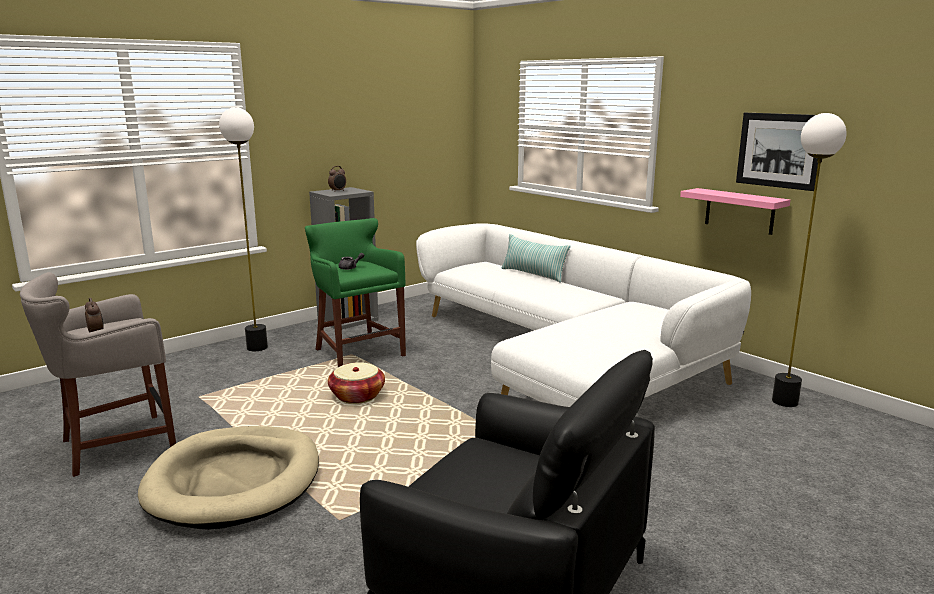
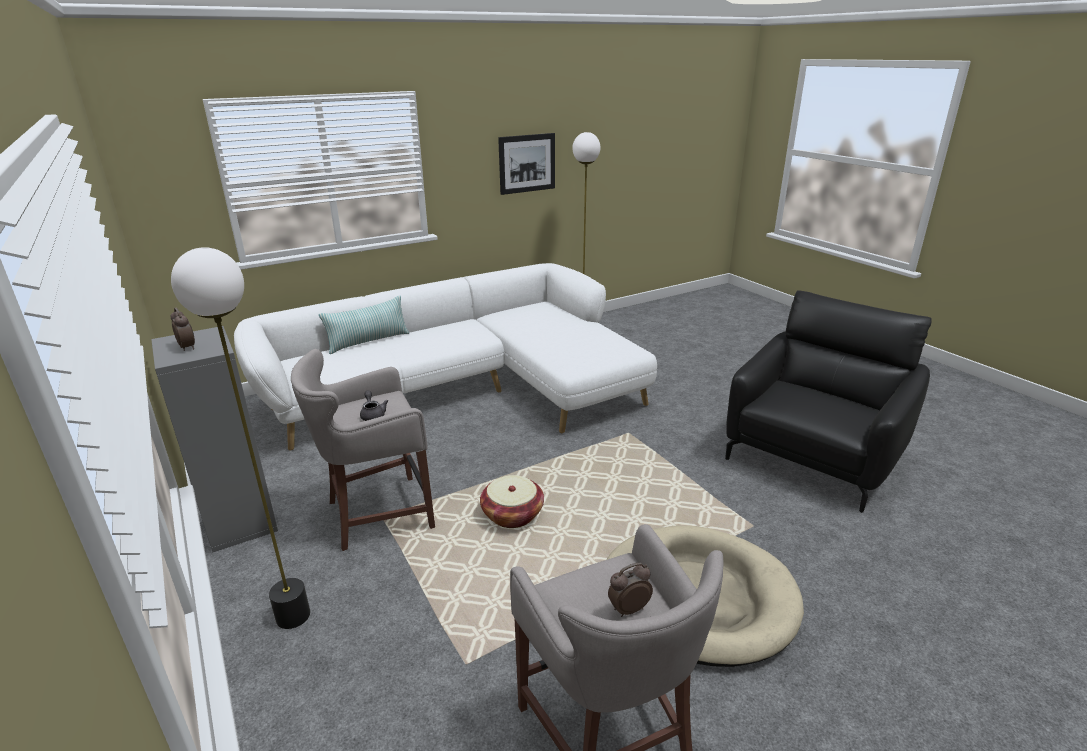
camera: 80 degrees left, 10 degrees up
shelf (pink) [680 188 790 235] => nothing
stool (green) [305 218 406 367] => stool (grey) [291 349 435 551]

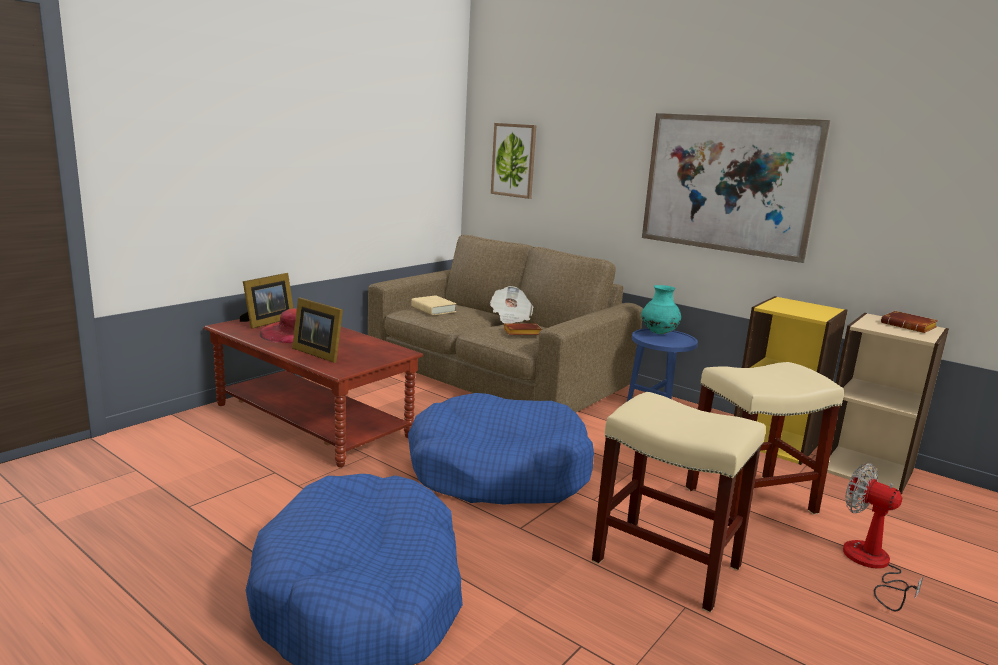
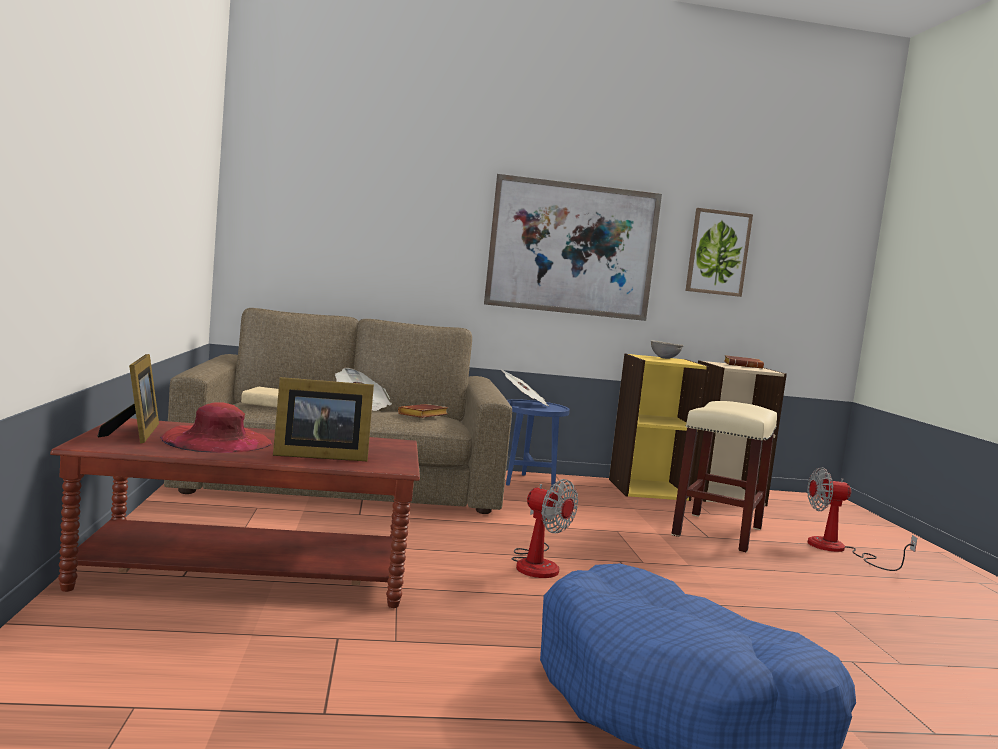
camera: 45 degrees left, 10 degrees down
stool (beige) [592 392 766 613] => nothing
nothing => bowl (grey) [651 340 684 359]
picture [491 123 536 199] => picture [685 208 753 297], moved
dog bed (blue) [408 393 594 505] => fan [512 479 578 578]
vase (turquoise) [641 285 681 334] => newspaper [502 370 548 406]

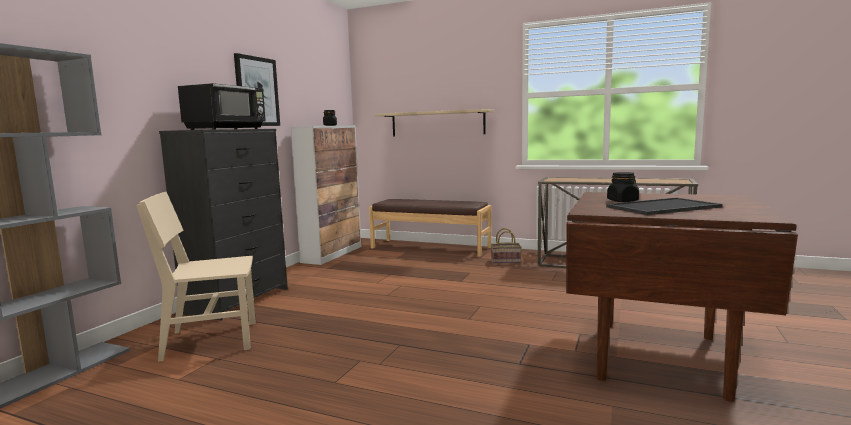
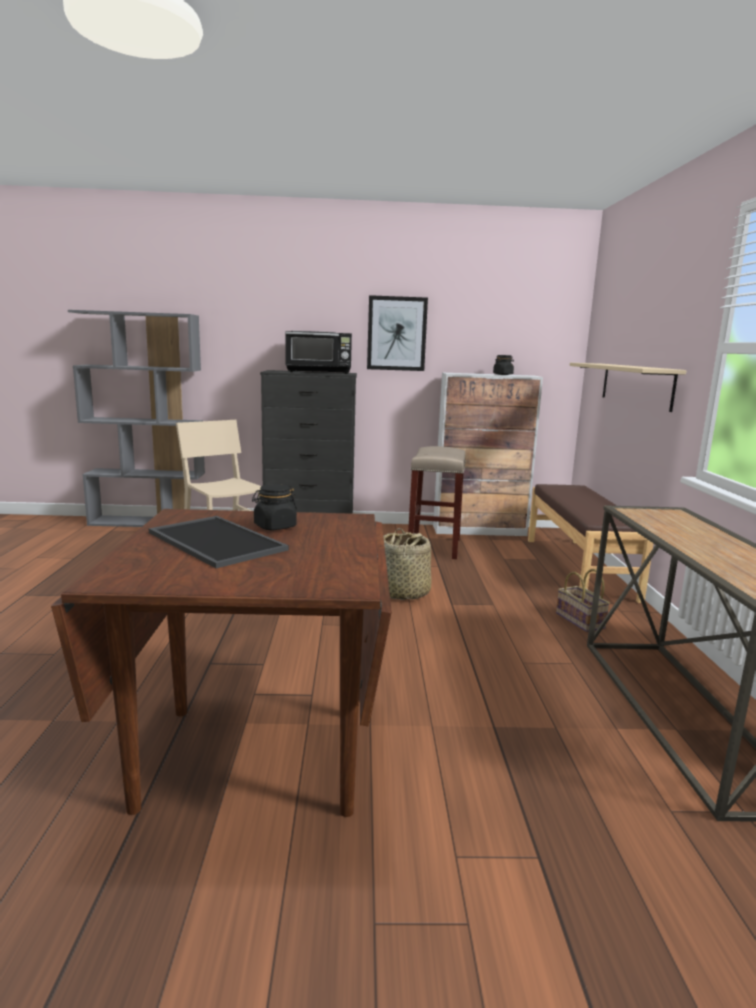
camera: 65 degrees right, 5 degrees up
nothing => basket [383 528 432 600]
nothing => stool (beige) [408 446 466 559]

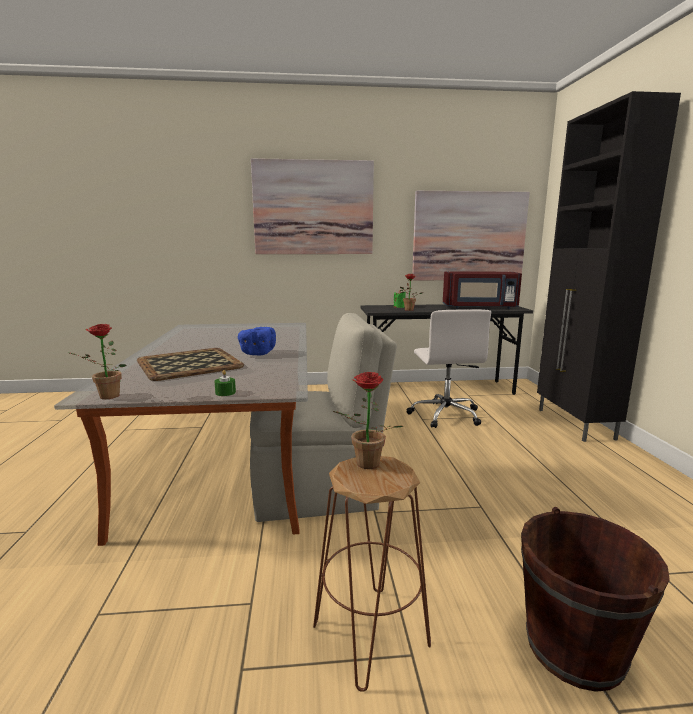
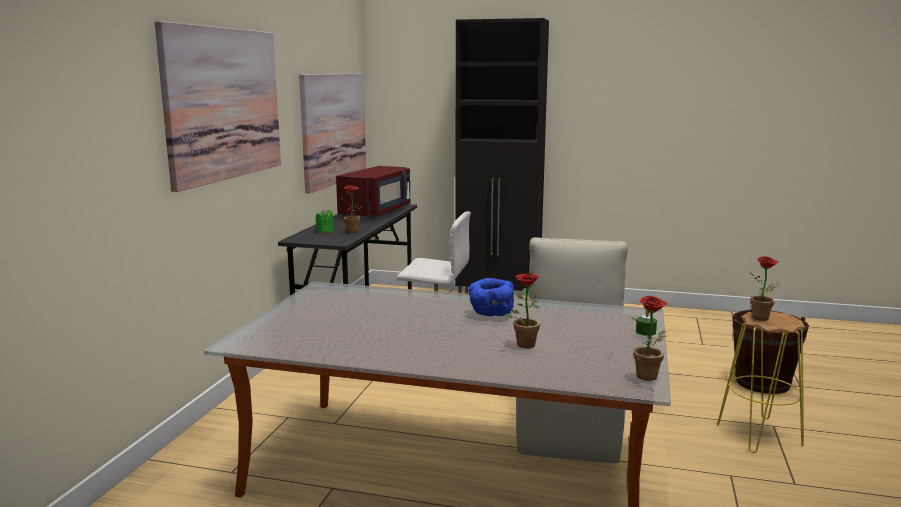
camera: 70 degrees left, 0 degrees up
tray [137 348 244 381] => potted plant [505 273 543 348]
stool (brown) [313 456 431 692] => stool (yellow) [717 311 805 453]

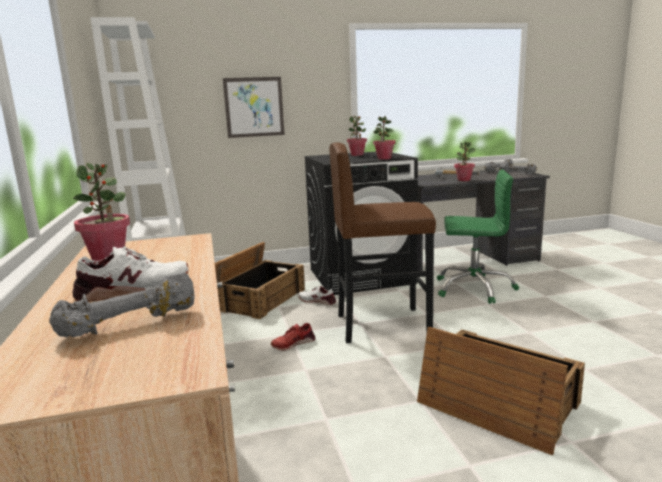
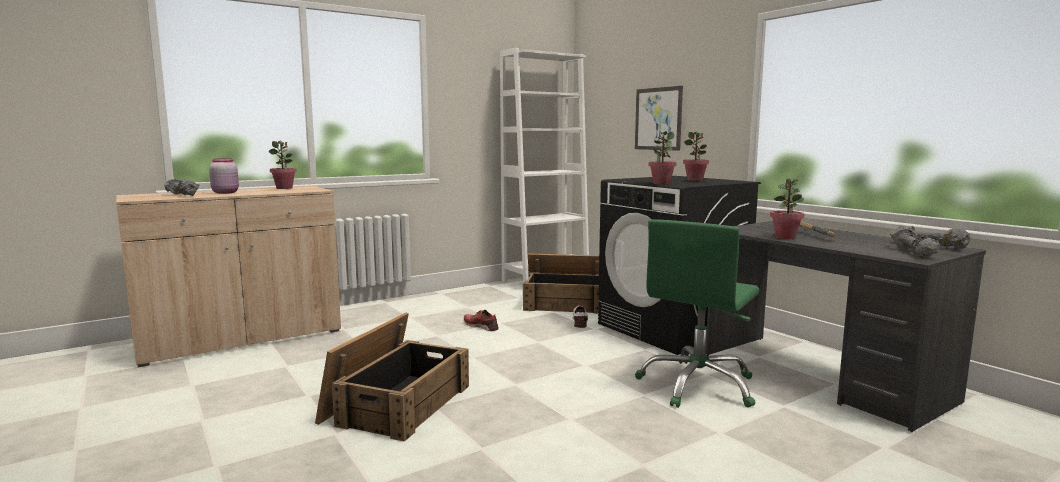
camera: 70 degrees right, 5 degrees down
stool (brown) [329 142 436 343] => nothing
shoe (white) [73 246 189 302] => jar (pink) [209 158 239 194]
office chair (green) [437 169 519 304] => office chair (green) [635 219 759 408], 45 degrees clockwise

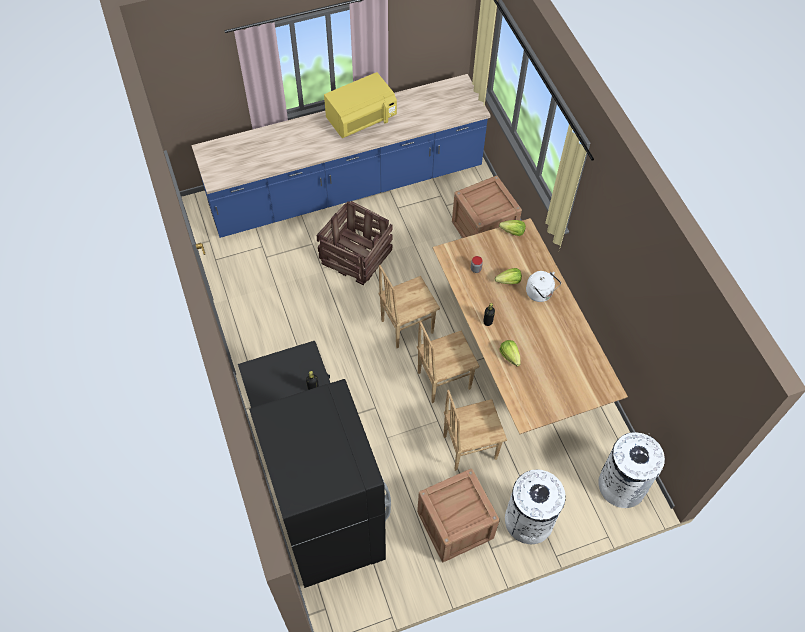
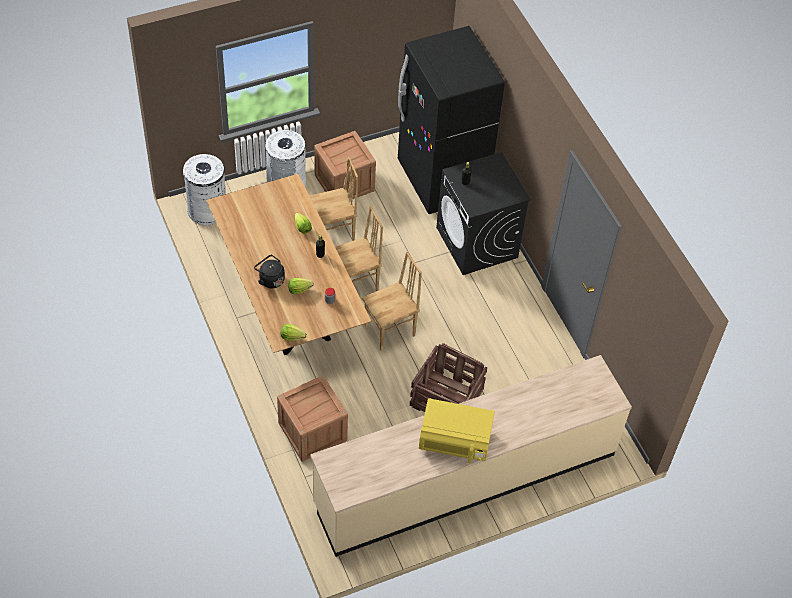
camera: 175 degrees right, 5 degrees down
counter (blue) [192 74 491 238] => counter (beige) [310 355 632 557]
kettle (white) [526 271 561 302] => kettle (black) [254 255 285 288]
microwave (yellow) [324 72 397 138] => microwave (yellow) [419 398 495 463], 135 degrees counterclockwise

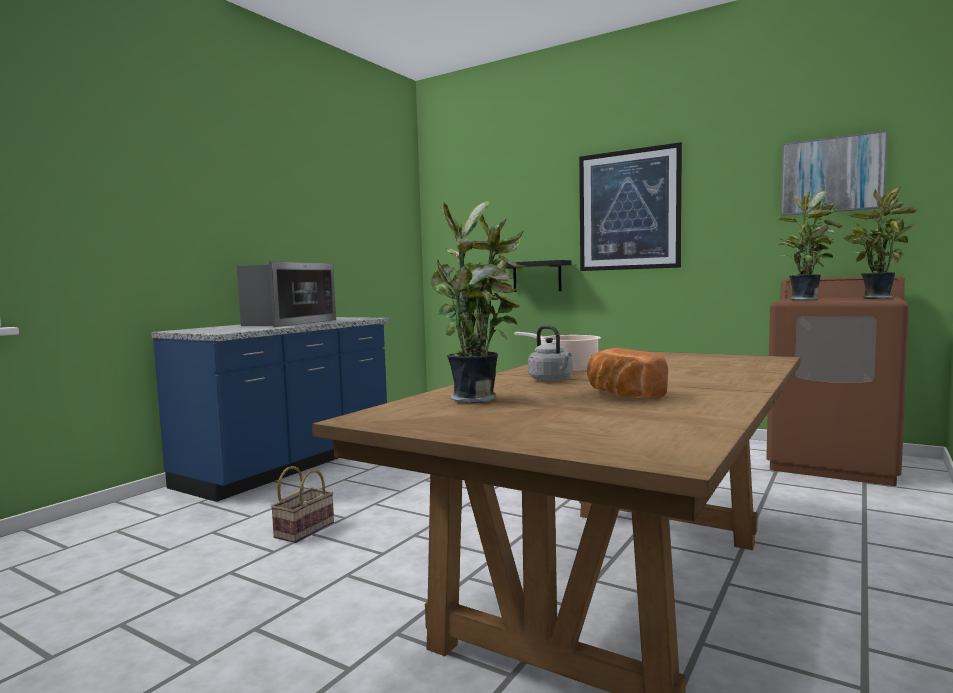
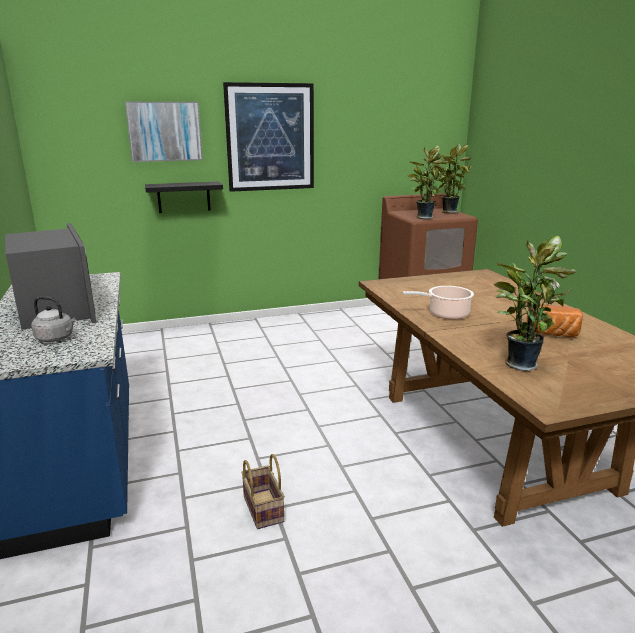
camera: 50 degrees left, 15 degrees up
kettle (grey) [528 325 572 382] => kettle (grey) [31 296 76 342], moved
picture [781 130 888 216] => picture [125 102 203 162], moved

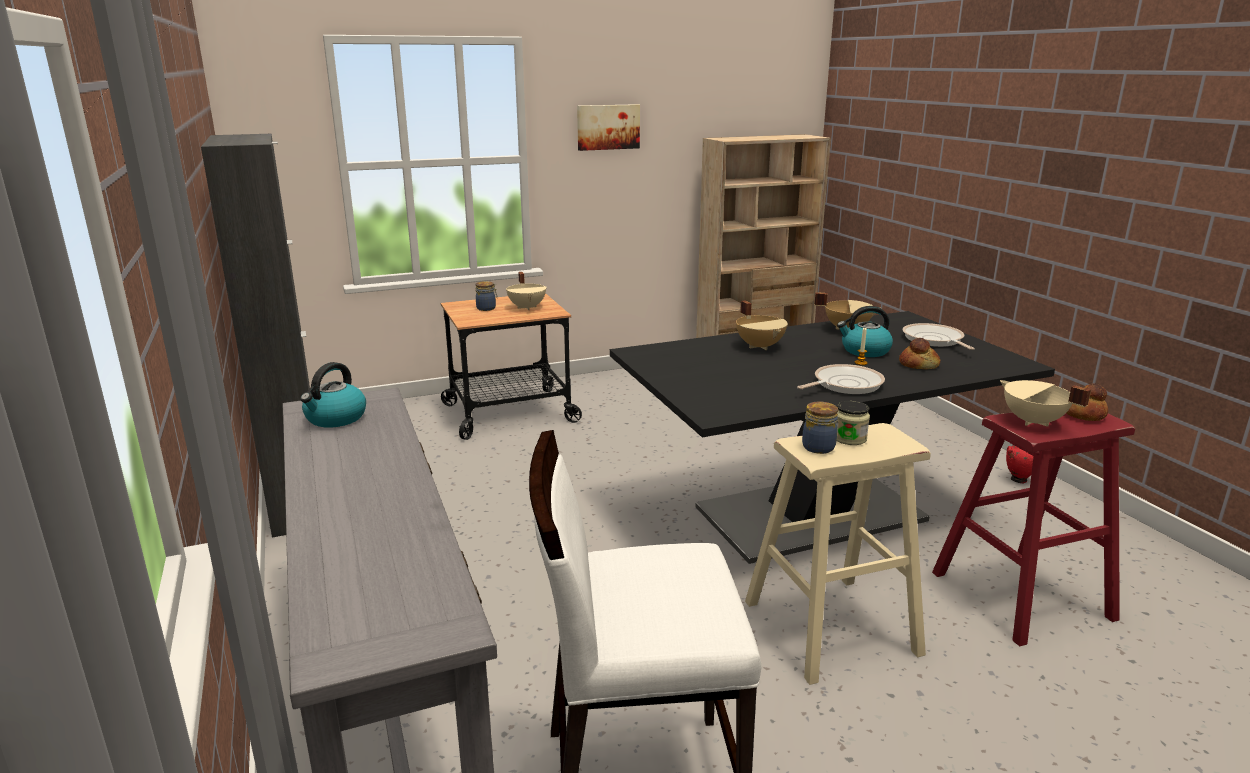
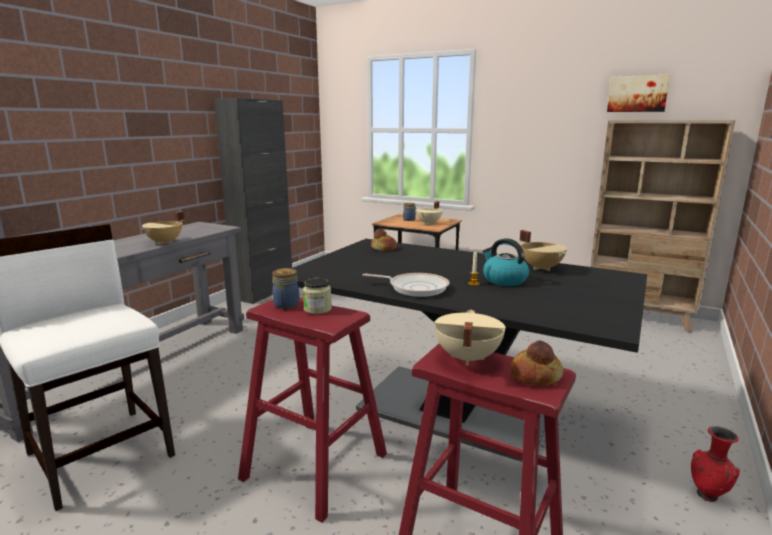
camera: 50 degrees right, 5 degrees down
kettle [300 362 366 428] => nothing
frying pan [902 323 975 350] => nothing
picture [577 104 640 151] => picture [607 74 670 112], moved
cooking pot (beige) [736 301 788 350] => cooking pot (beige) [142 211 185 244], moved
bread [899 338 940 369] => bread [371 228 397 251], moved
stool (beige) [745 423 931 685] => stool (red) [238 297 387 522]

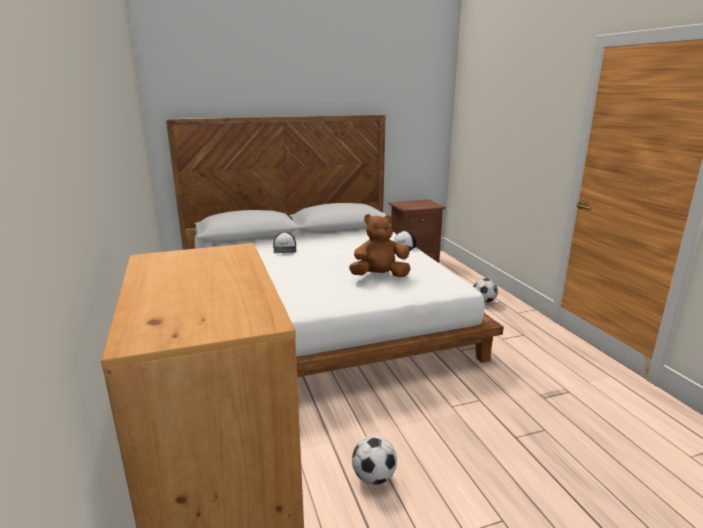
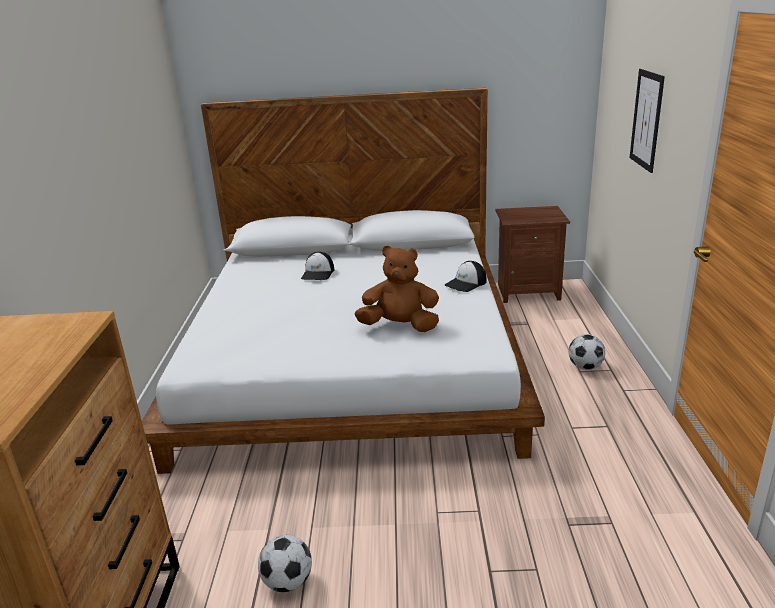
camera: 20 degrees right, 5 degrees up
nothing => picture [629 69 665 173]

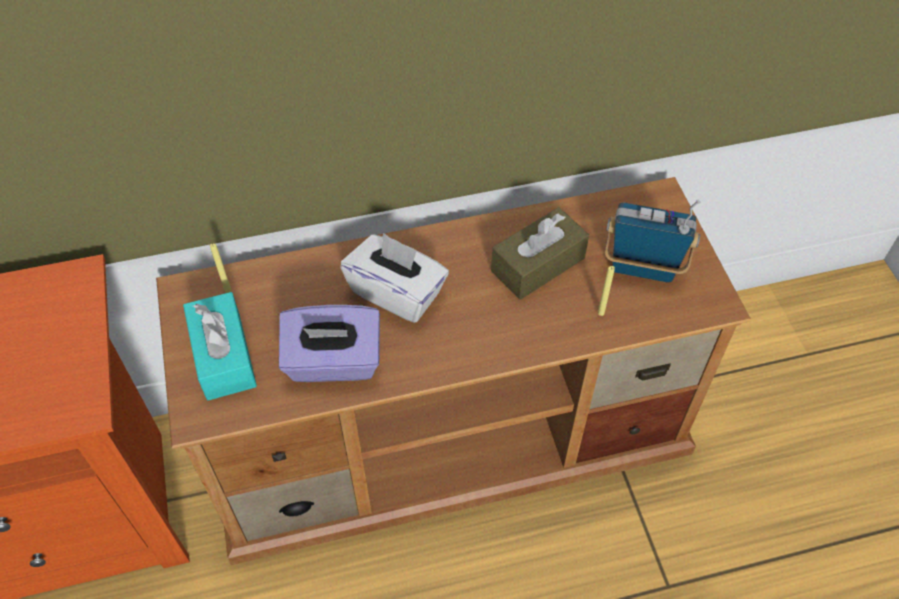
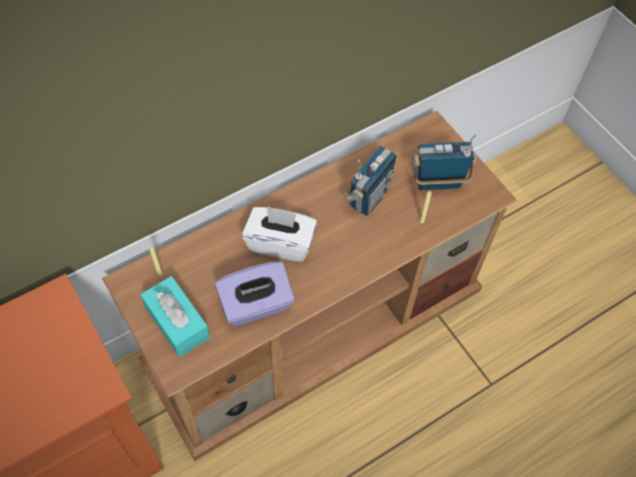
camera: 20 degrees left, 5 degrees up
tissue box (brown) [491 207 589 300] => radio [343 146 397 216]

